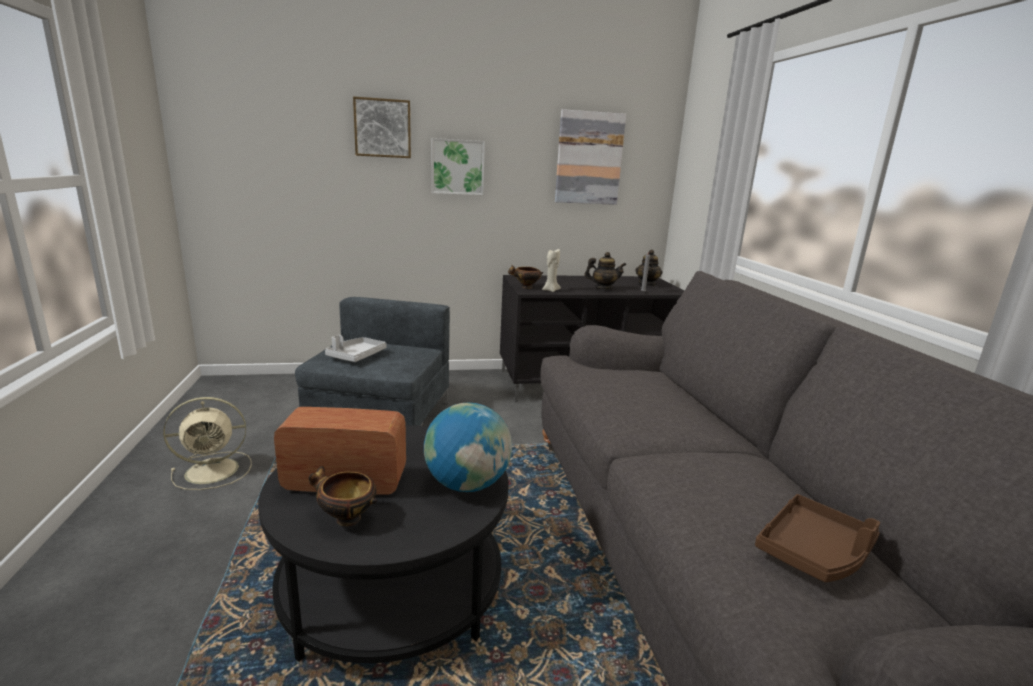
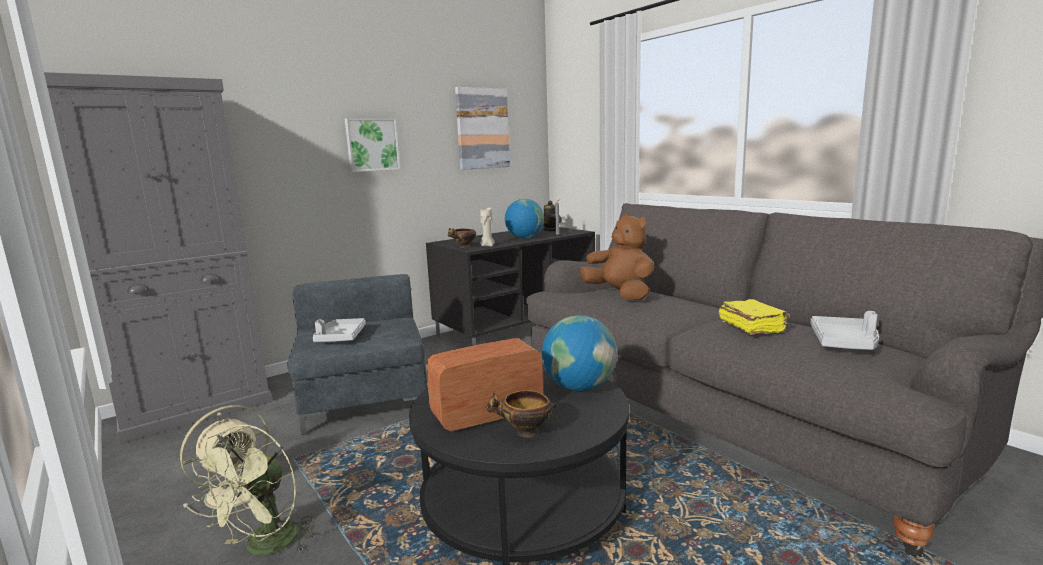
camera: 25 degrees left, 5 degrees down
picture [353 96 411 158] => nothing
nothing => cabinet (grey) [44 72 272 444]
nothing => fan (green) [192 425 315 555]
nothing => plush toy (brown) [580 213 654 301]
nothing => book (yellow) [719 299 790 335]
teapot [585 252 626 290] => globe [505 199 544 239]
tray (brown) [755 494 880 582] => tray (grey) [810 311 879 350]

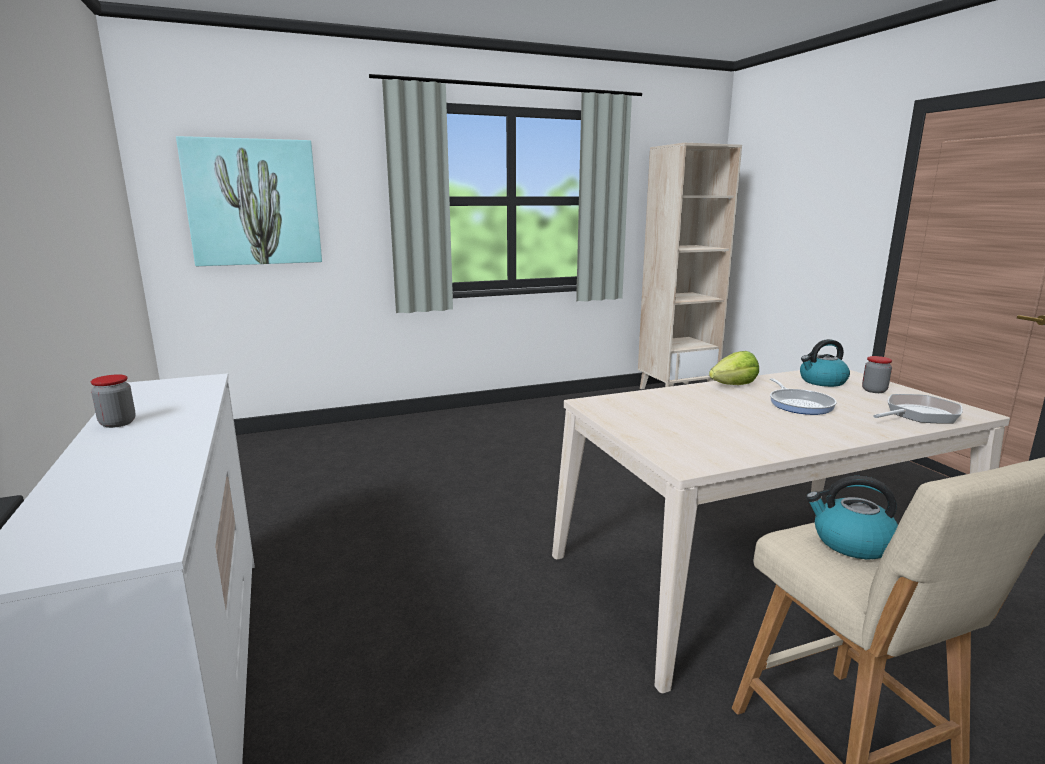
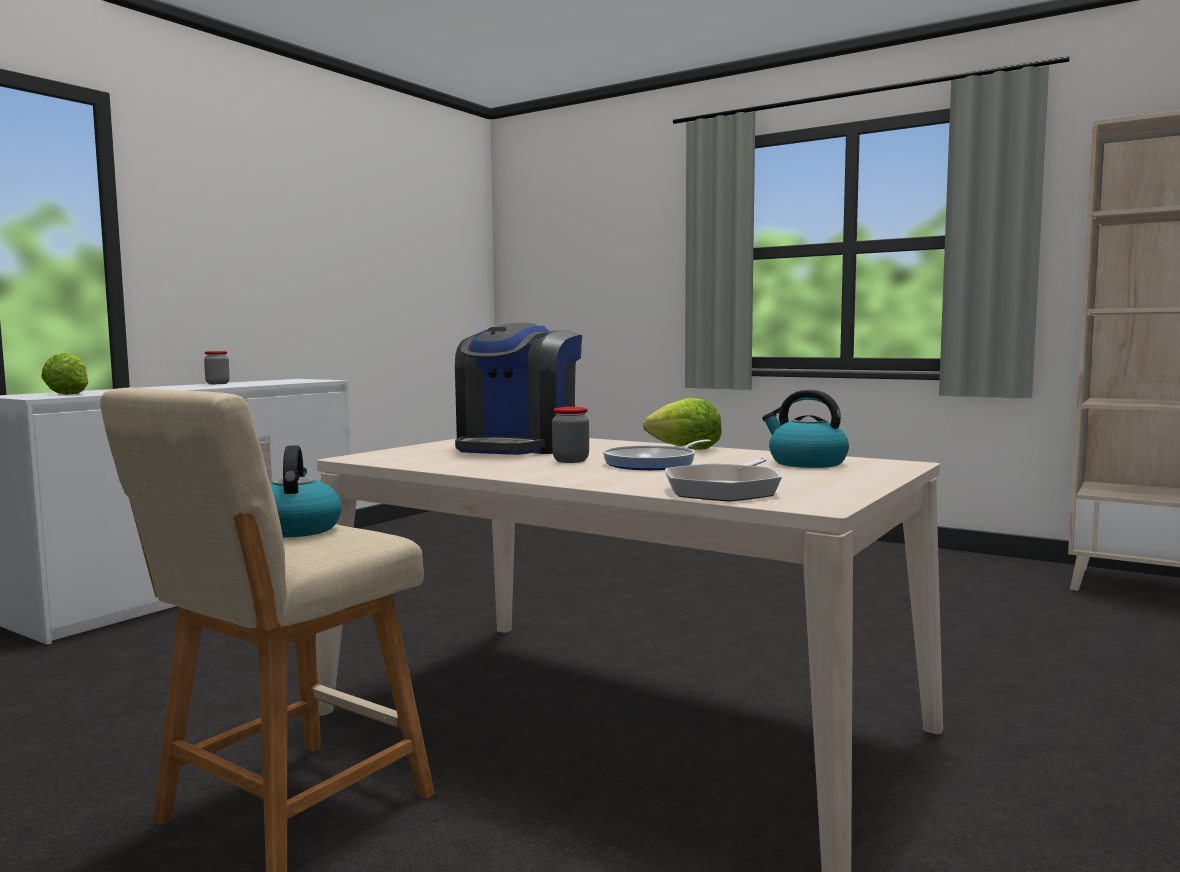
camera: 55 degrees right, 10 degrees down
picture [176 136 322 266] => nothing
nothing => lettuce [41 353 89 395]
nothing => coffee machine [455 323 582 455]
jar [862 356 892 393] => jar [552 407 589 463], moved
frying pan [873 394 963 424] => frying pan [665 458 782 501], 90 degrees clockwise

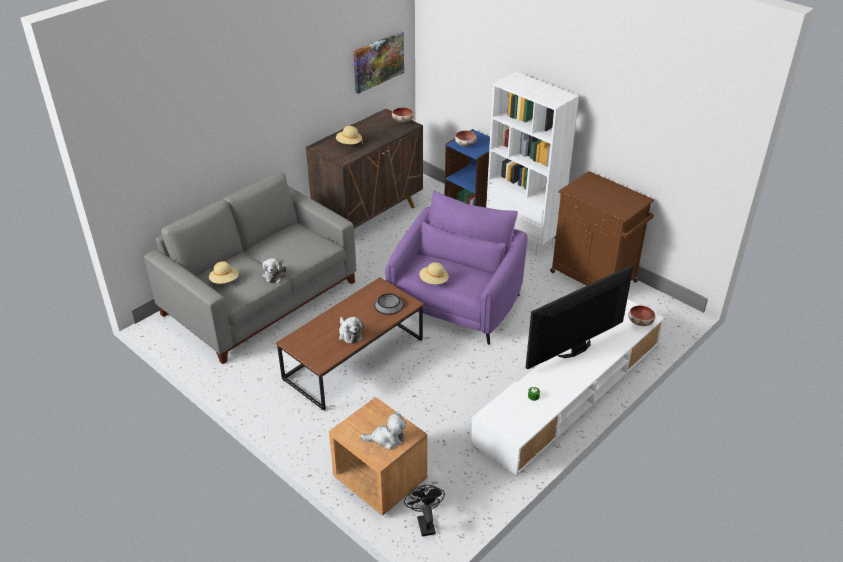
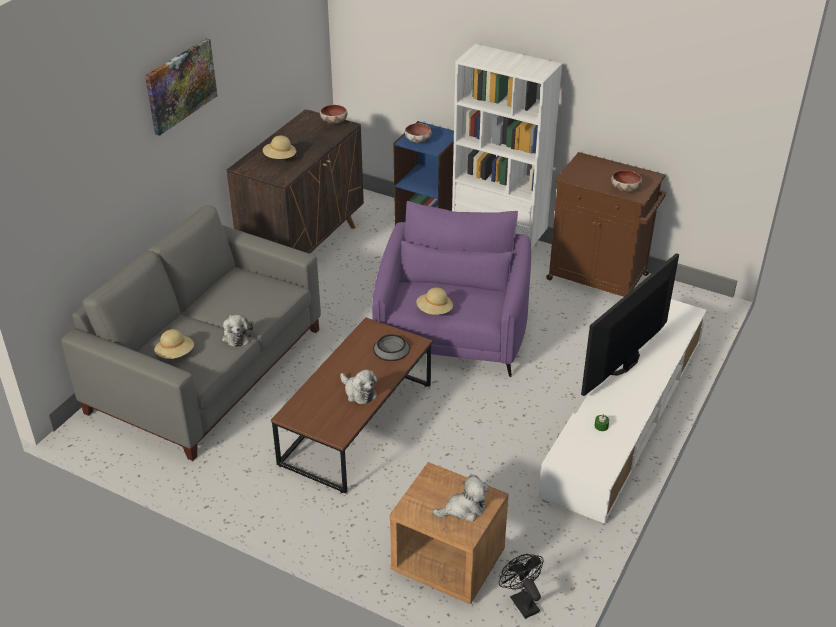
camera: 15 degrees left, 0 degrees up
picture [353 32 404 94] => picture [145 38 218 136], moved
bowl [628 305 656 326] => bowl [611 170 642 192], moved

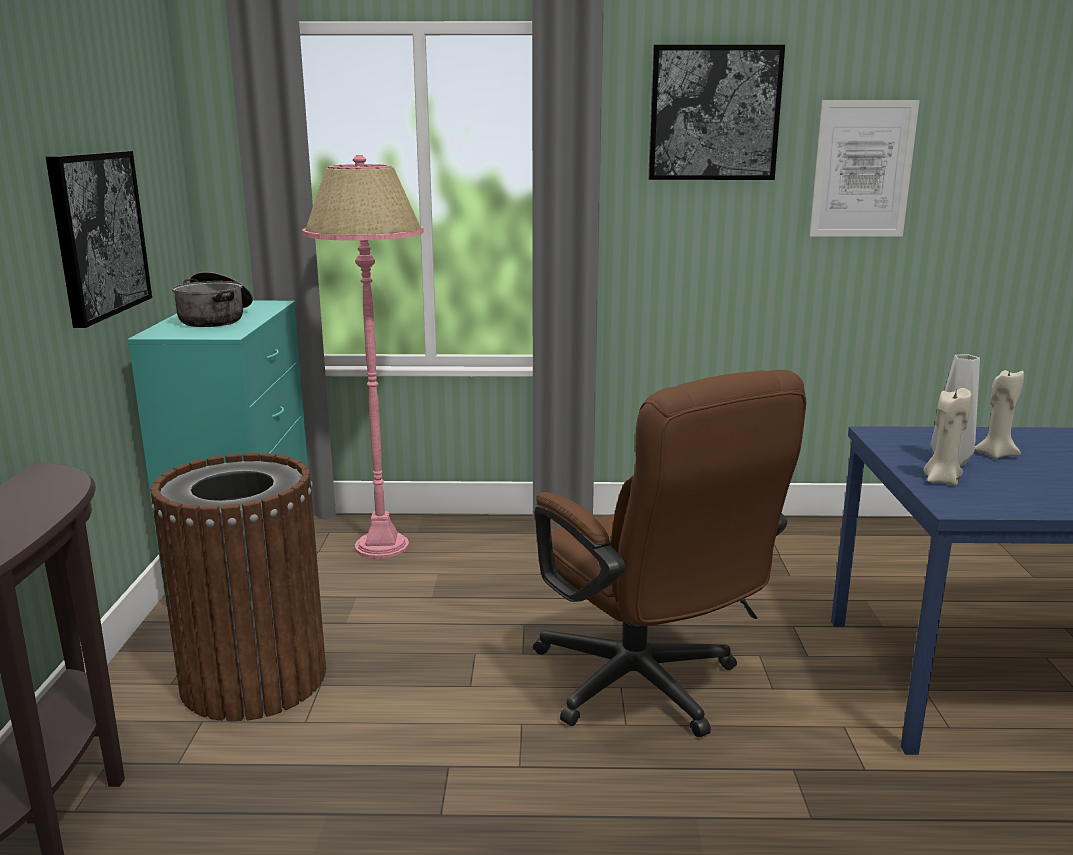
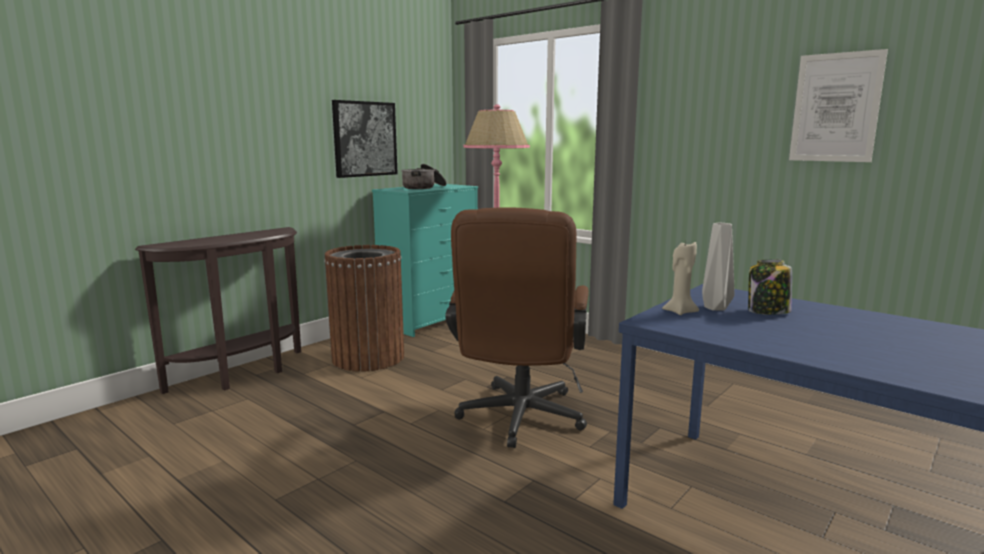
camera: 40 degrees right, 5 degrees down
picture [648 45 785 180] => nothing
candle (beige) [975 370 1024 459] => jar [748 259 792 315]

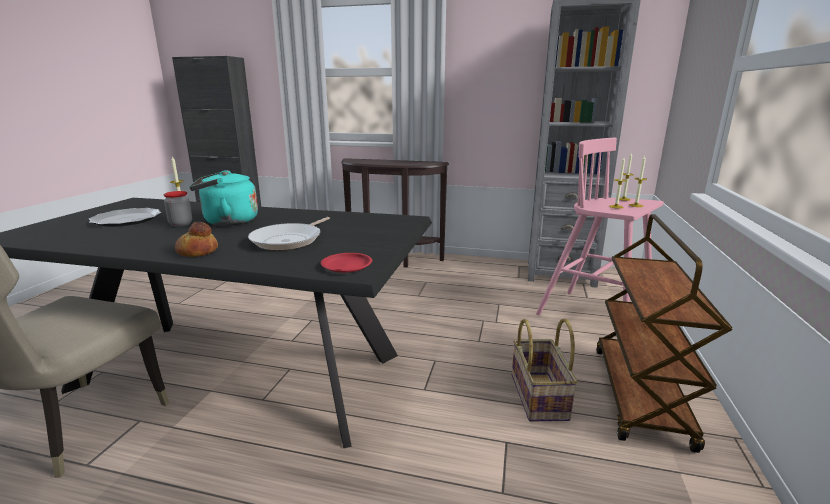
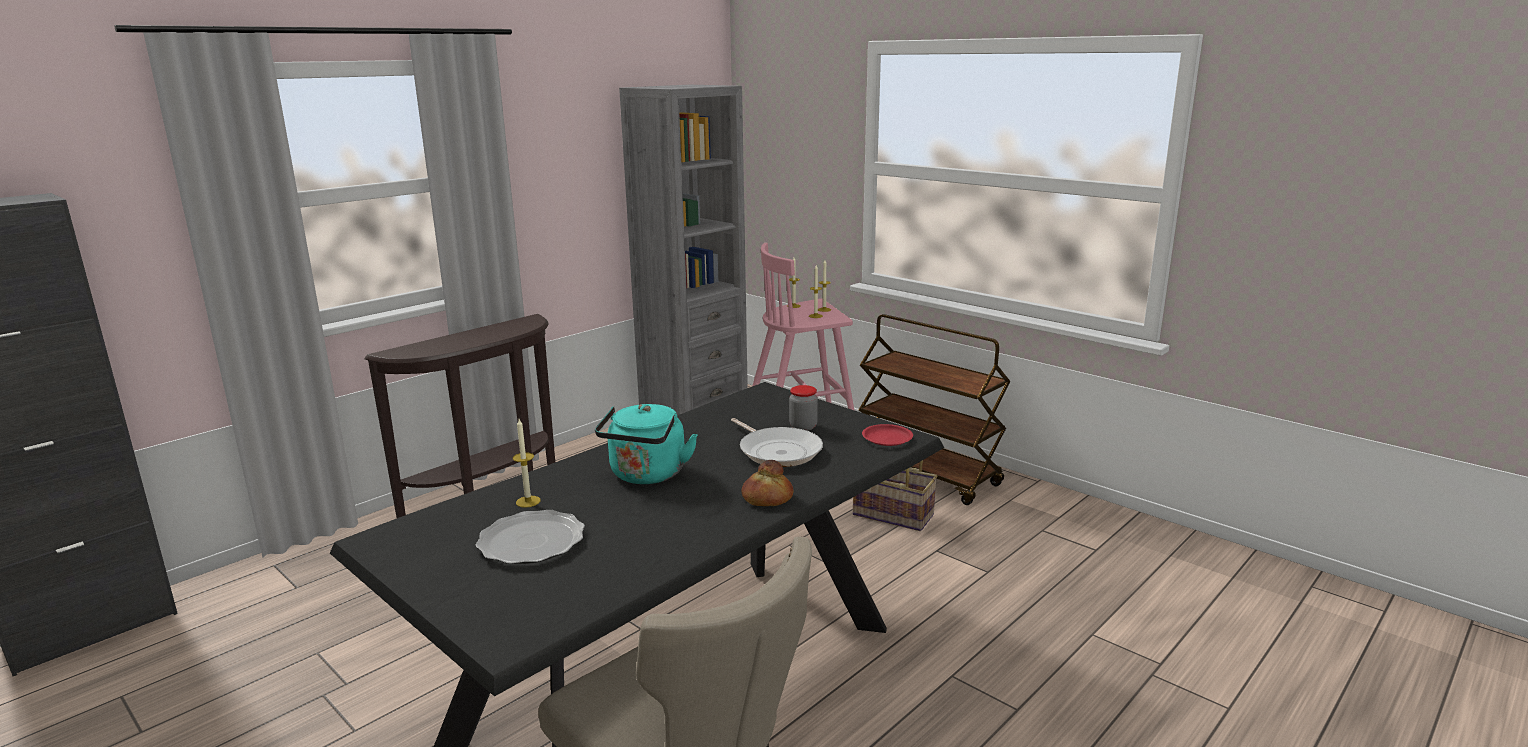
camera: 60 degrees left, 0 degrees up
jar [164 191 192 227] => jar [789 385 818 431], moved

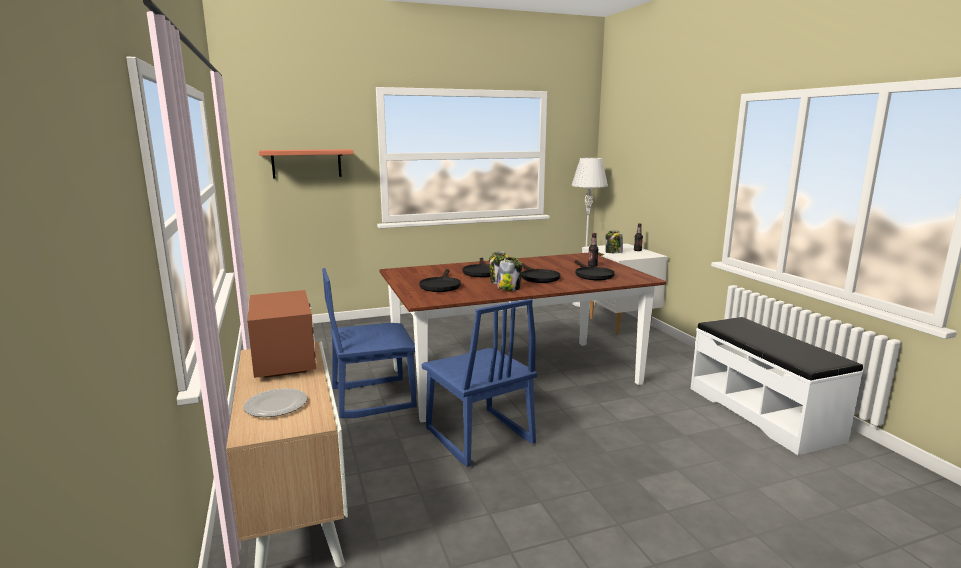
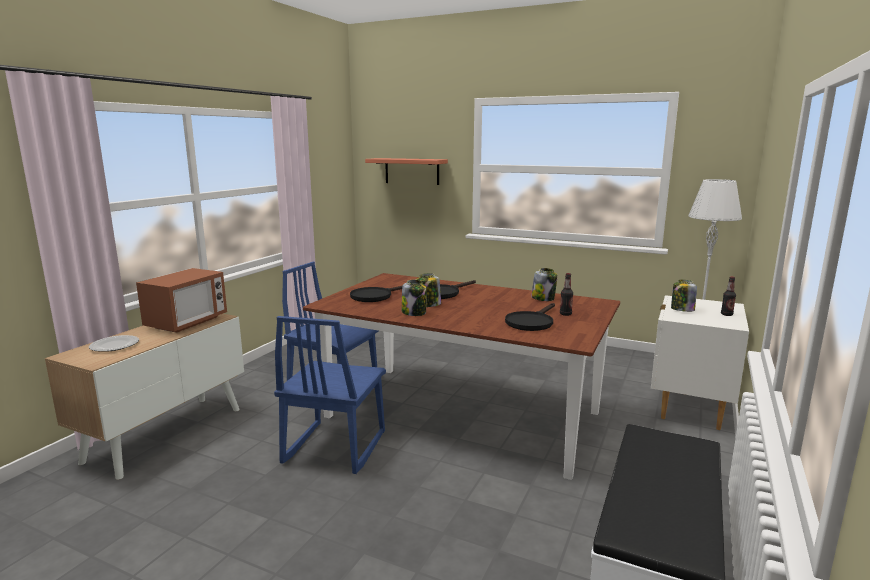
camera: 45 degrees right, 0 degrees up
frying pan (black) [521 263 560 283] => nothing
nothing => jar [531 268 557 301]

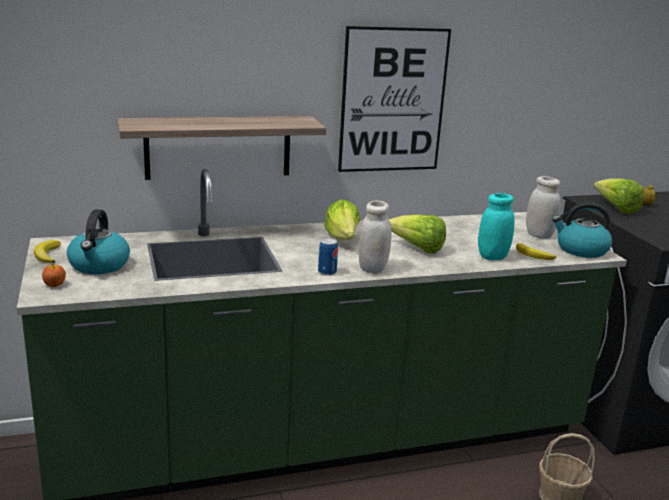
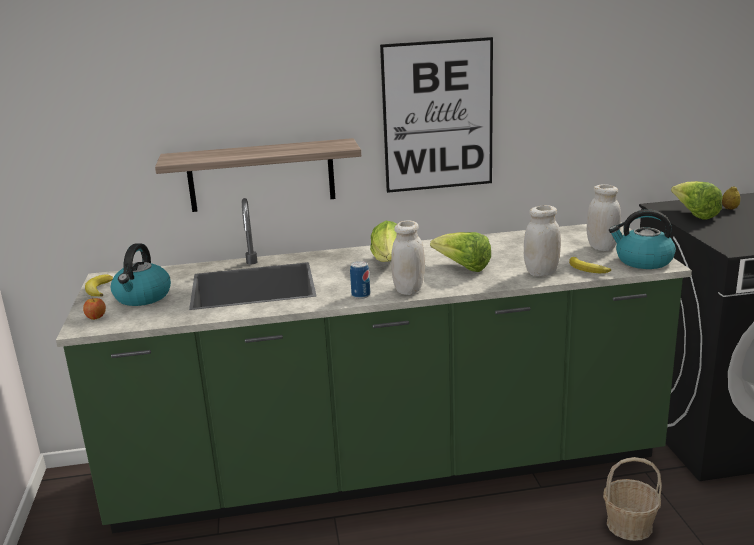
camera: 10 degrees right, 0 degrees up
jar (turquoise) [478 193 515 260] => jar (white) [524 205 561 276]

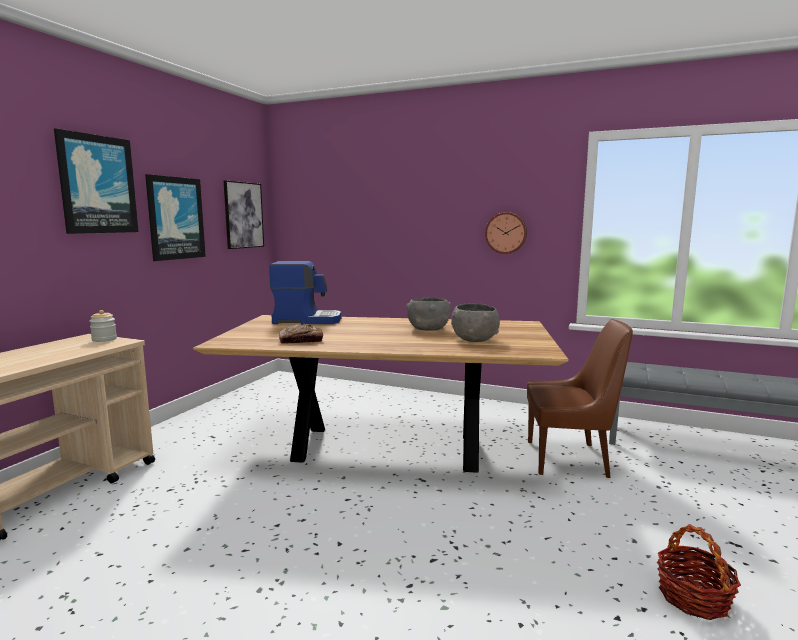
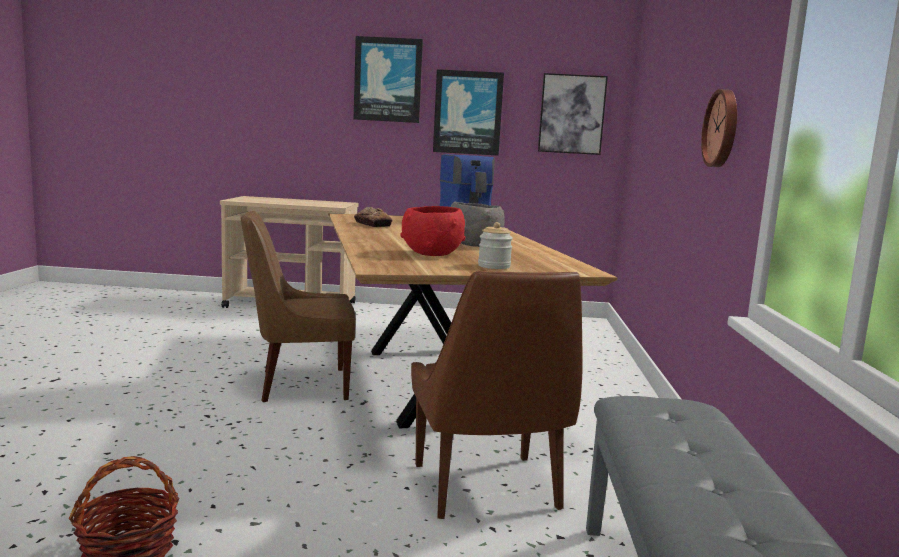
camera: 70 degrees right, 0 degrees up
nothing => chair (brown) [241 211 356 402]
jar [89 310 117 342] => jar [478 222 513 269], moved
bowl (grey) [451 303 500 342] => bowl (red) [400 206 466 256]

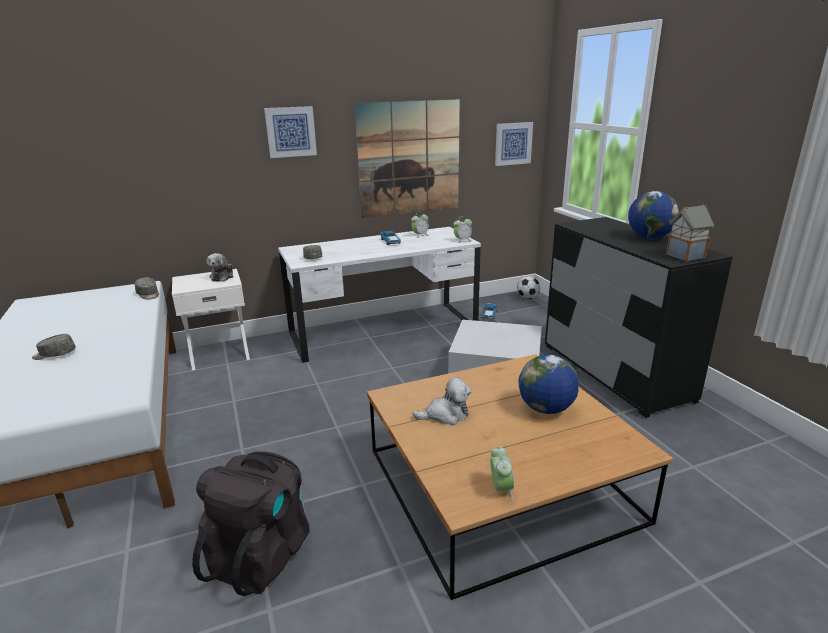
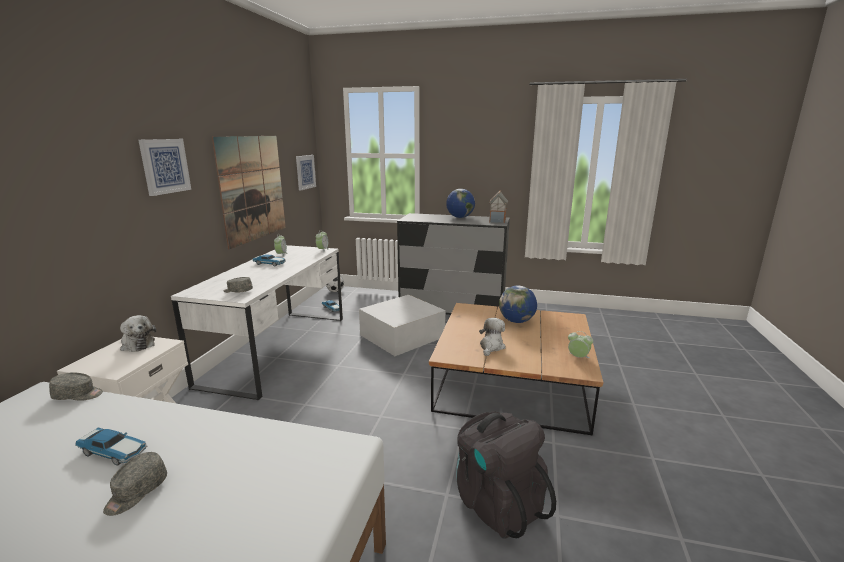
camera: 55 degrees left, 5 degrees down
nothing => toy car [75 427 148 466]

